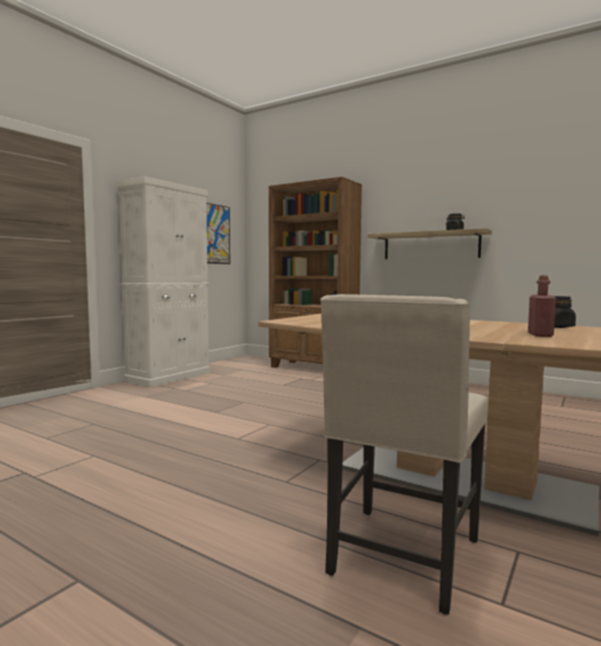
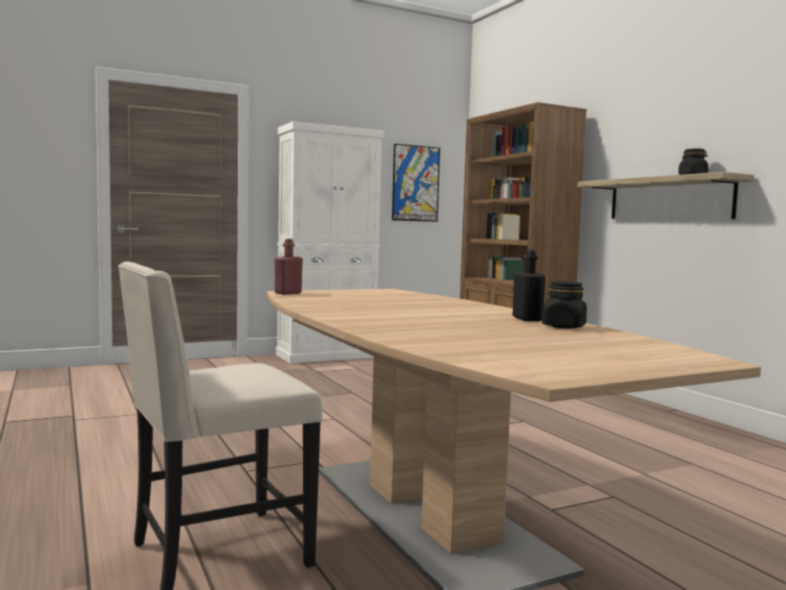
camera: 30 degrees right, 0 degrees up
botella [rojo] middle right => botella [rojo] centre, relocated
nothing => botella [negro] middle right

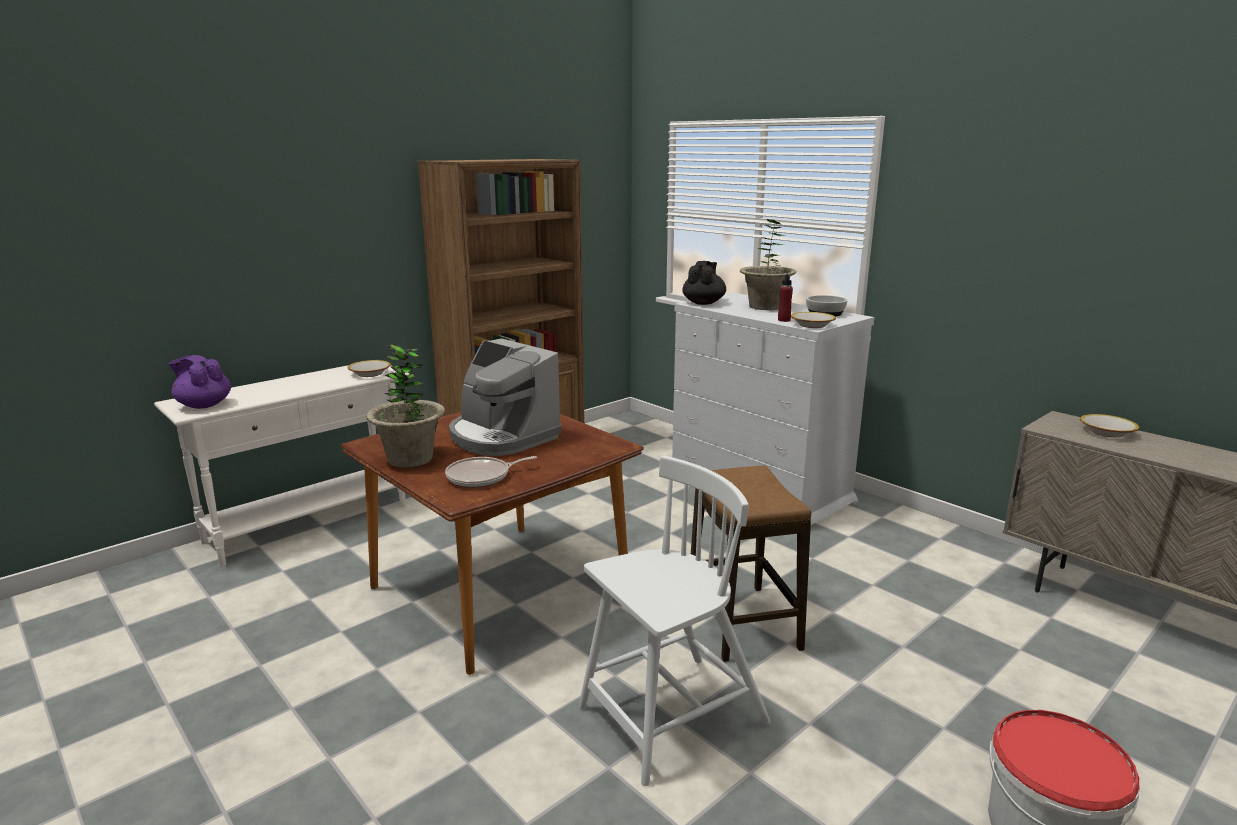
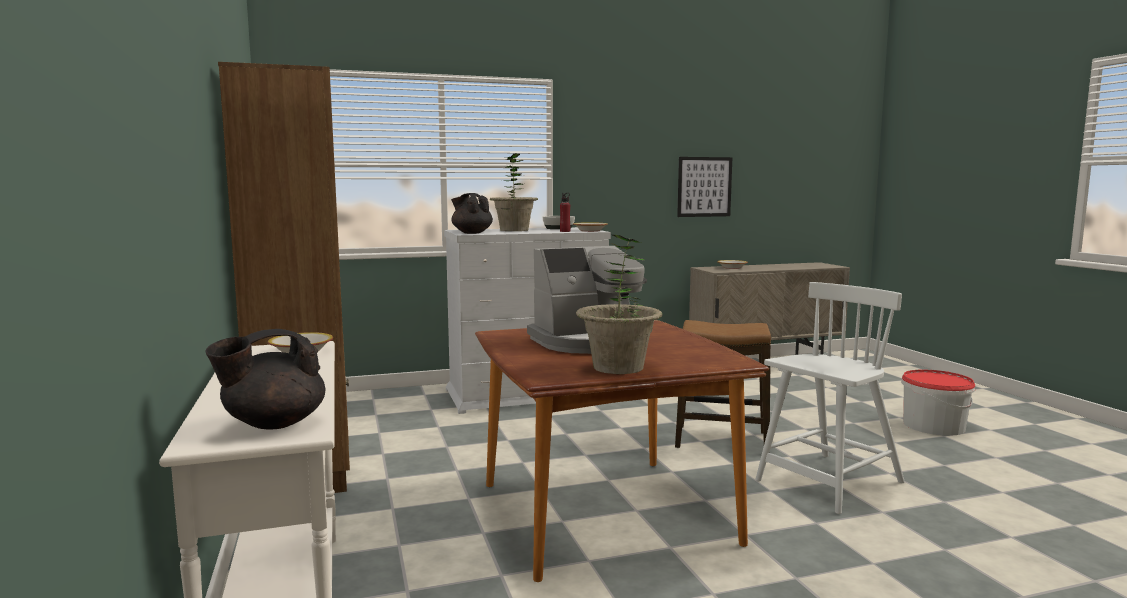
camera: 65 degrees left, 10 degrees down
tetera [morado] middle left => tetera [negro] (no. 1 from left) middle left
sartén centre => nothing
silla [blanco] bottom centre => silla [blanco] middle right, 60 degrees clockwise
nothing => cuadro top centre

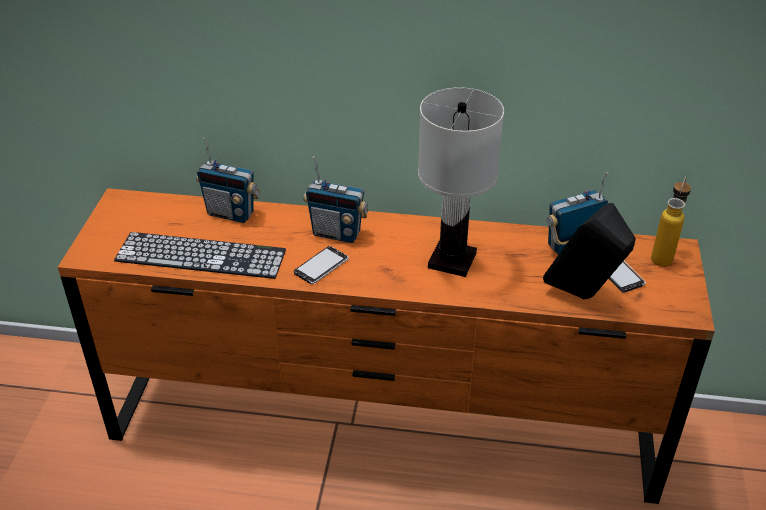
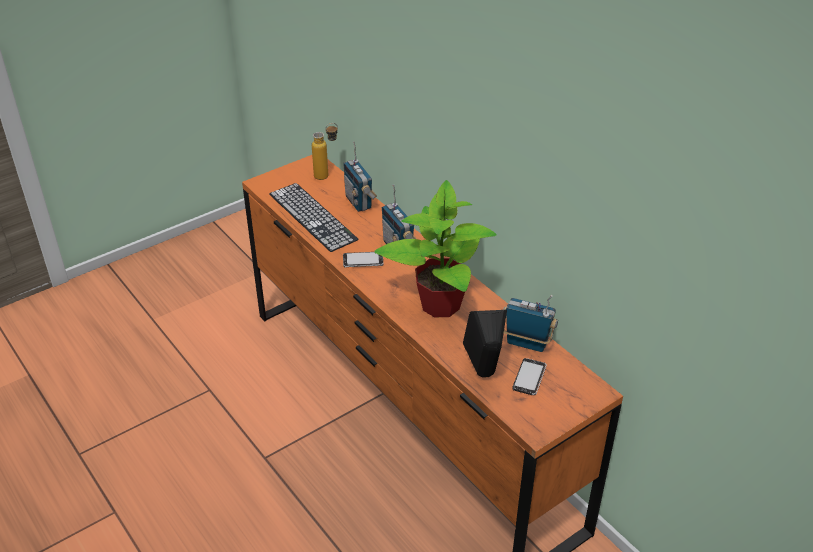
camera: 45 degrees right, 0 degrees up
lámpara de mesa [blanco] centre => planta en maceta centre
botella middle right => botella top centre, relocated

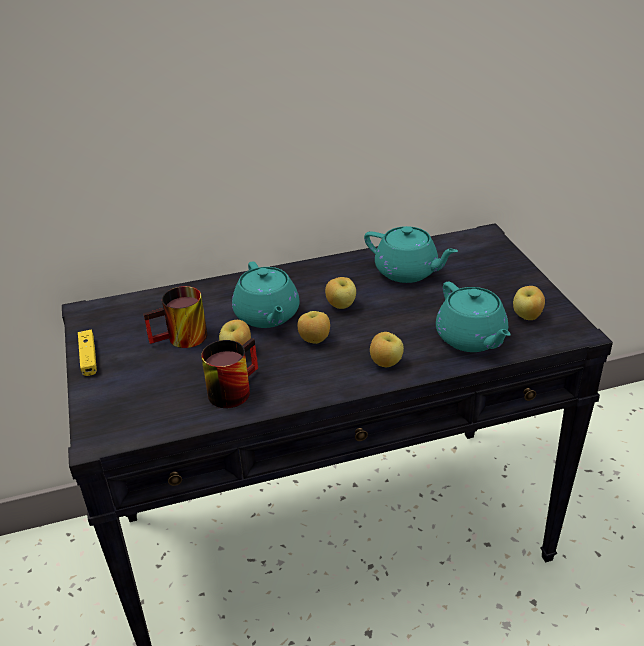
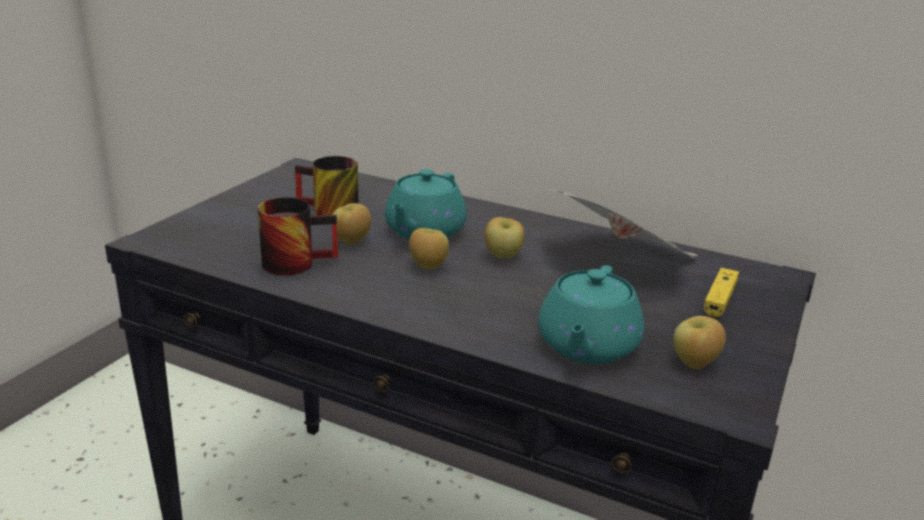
camera: 40 degrees right, 10 degrees down
tetera [turquesa] (no. 2 from left) centre => periódico middle right
mando de consola [amarillo] middle left => mando de consola [amarillo] middle right, relocated
manzana (no. 4 from left) centre => nothing

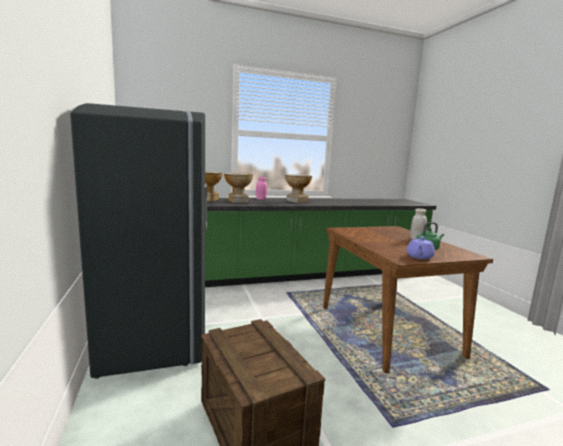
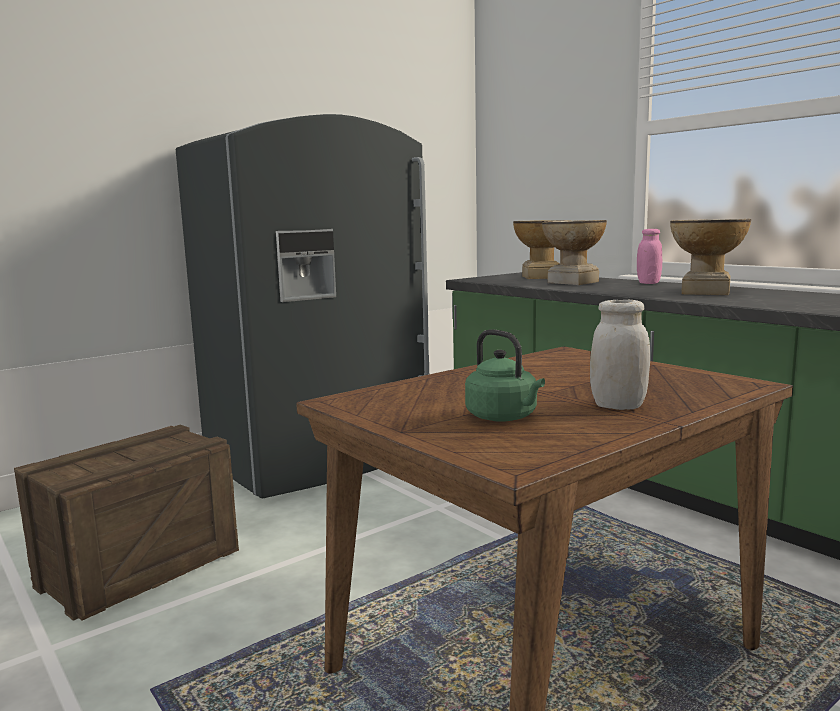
camera: 70 degrees right, 0 degrees up
tetera [morado] middle right => nothing

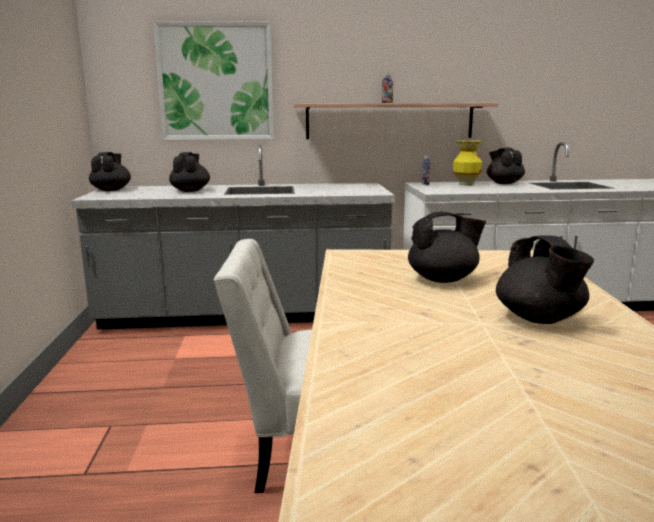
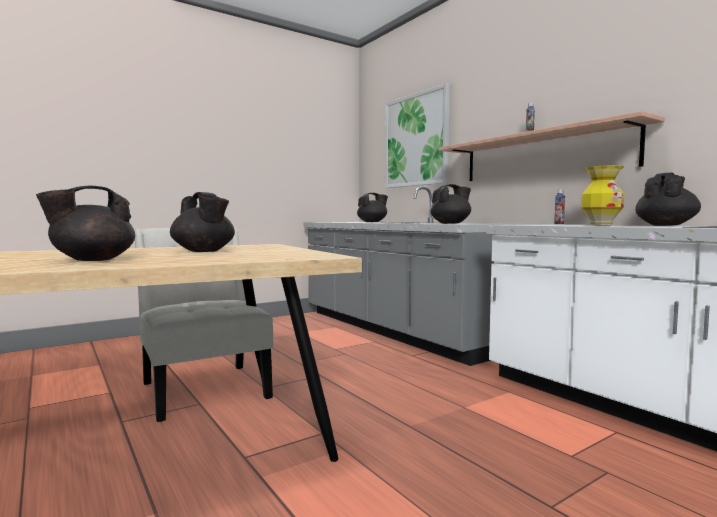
camera: 60 degrees right, 10 degrees down
tetera [negro] (no. 1 from left in the first image) top left => tetera [negro] (no. 4 from left) centre, relocated

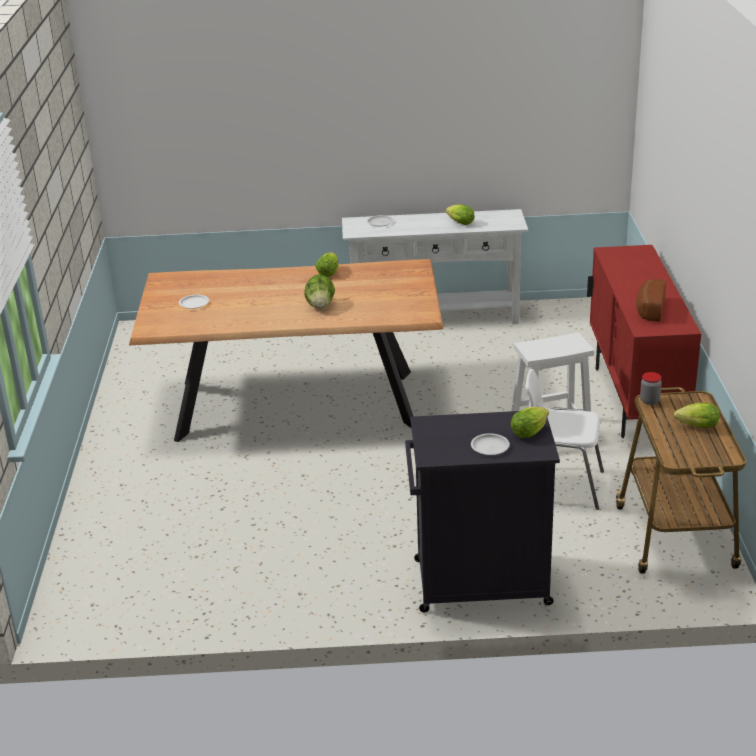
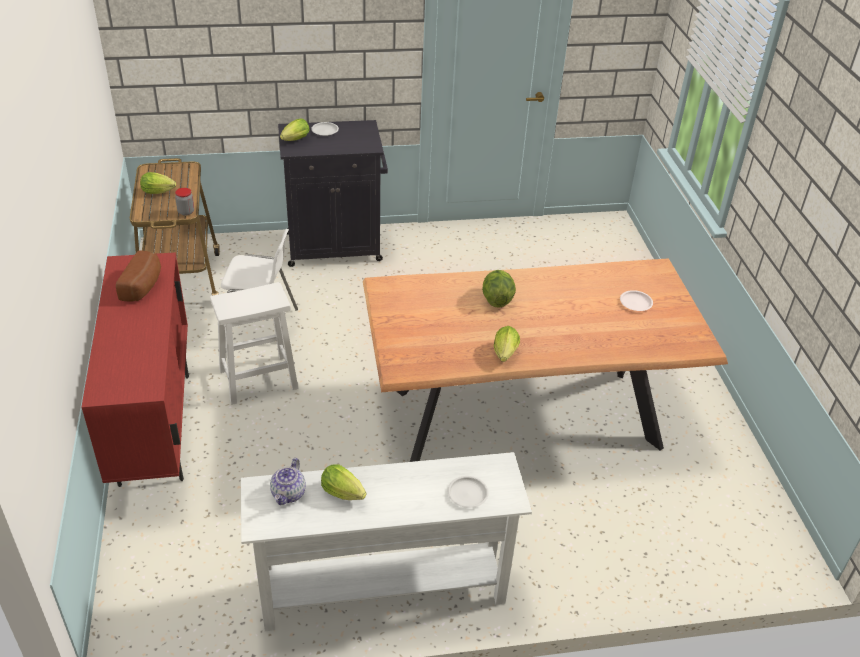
camera: 170 degrees right, 10 degrees up
nothing => tetera bottom centre

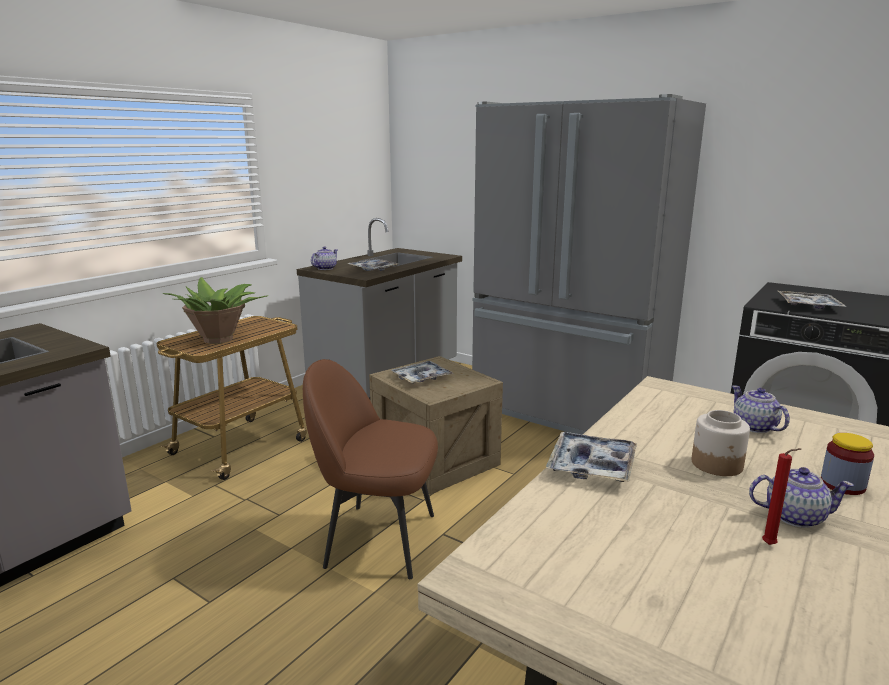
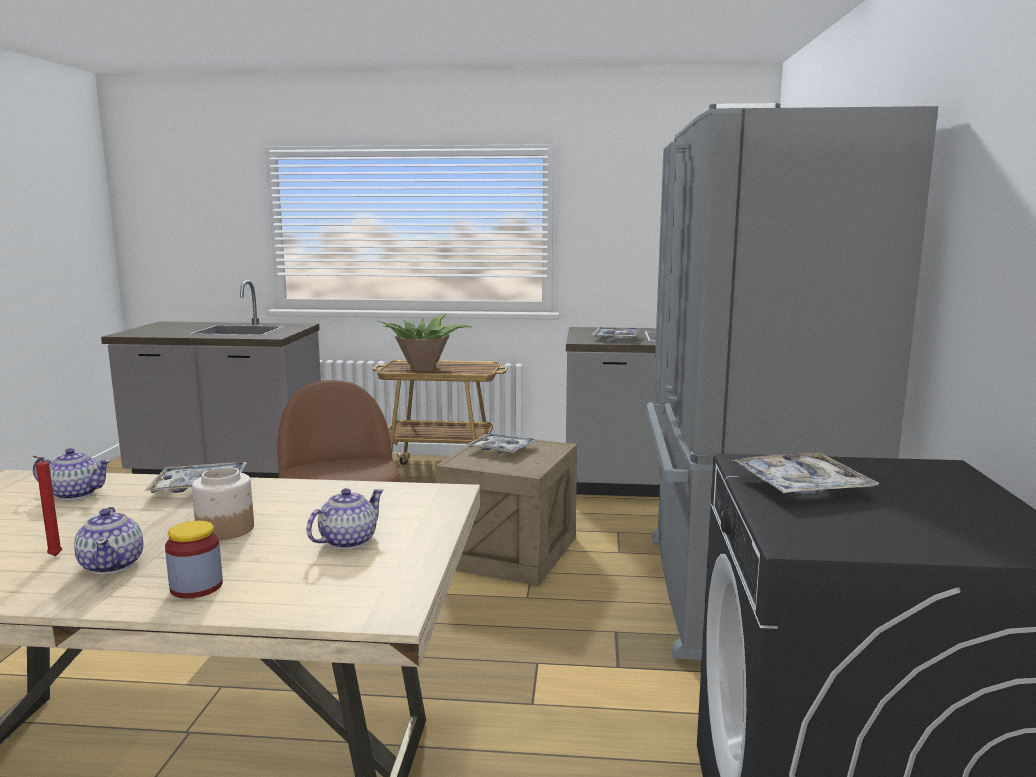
camera: 60 degrees right, 5 degrees down
tetera (no. 1 from left) centre => tetera (no. 1 from left) middle left, relocated

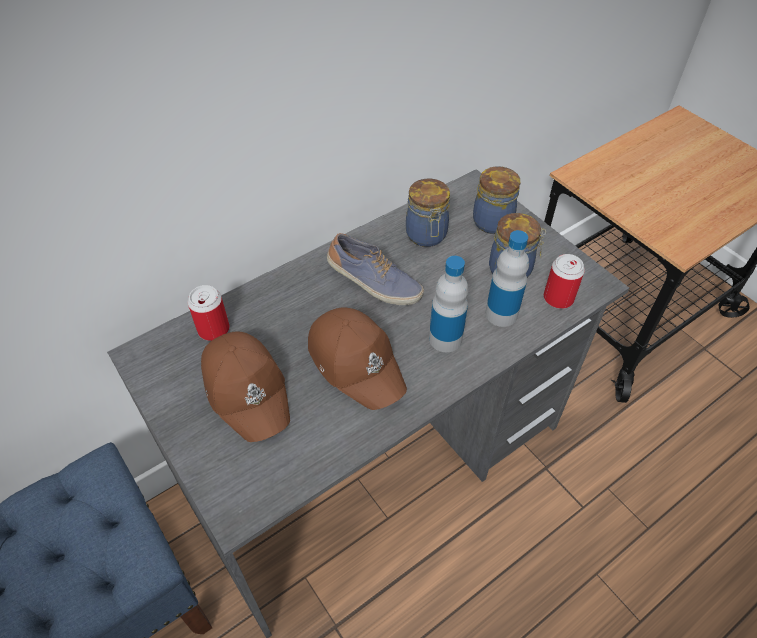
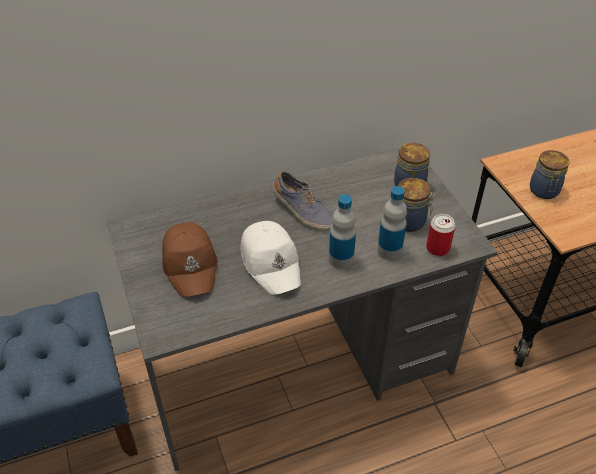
camera: 15 degrees right, 5 degrees down
tarro (no. 1 from left in the first image) top centre => tarro (no. 3 from left) middle right, relocated
lata (no. 1 from left) middle left => nothing
gorra [marrón] (no. 2 from left) centre => gorra [blanco] centre

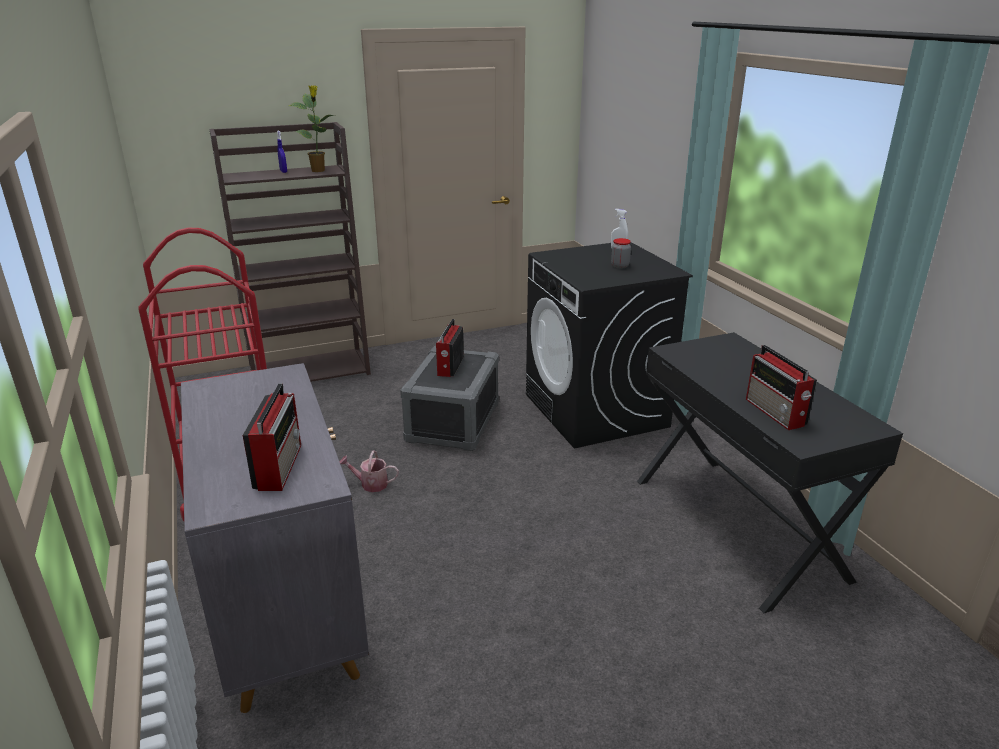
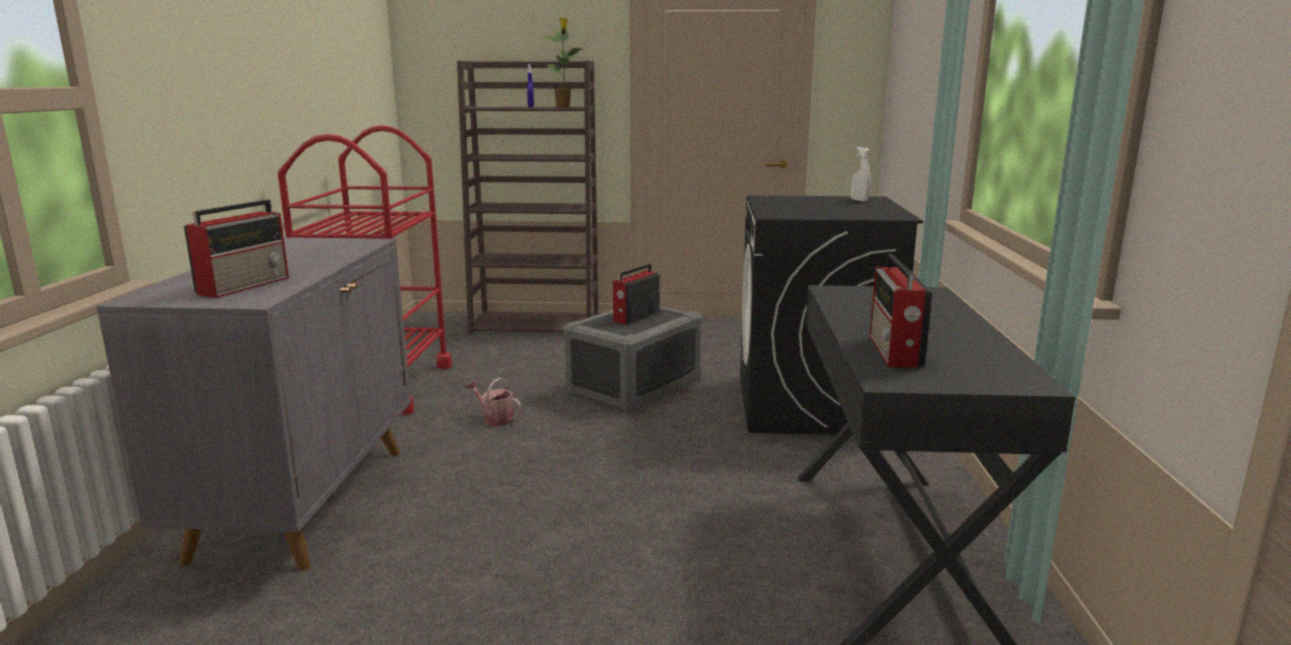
camera: 25 degrees right, 10 degrees down
tarro centre => nothing

